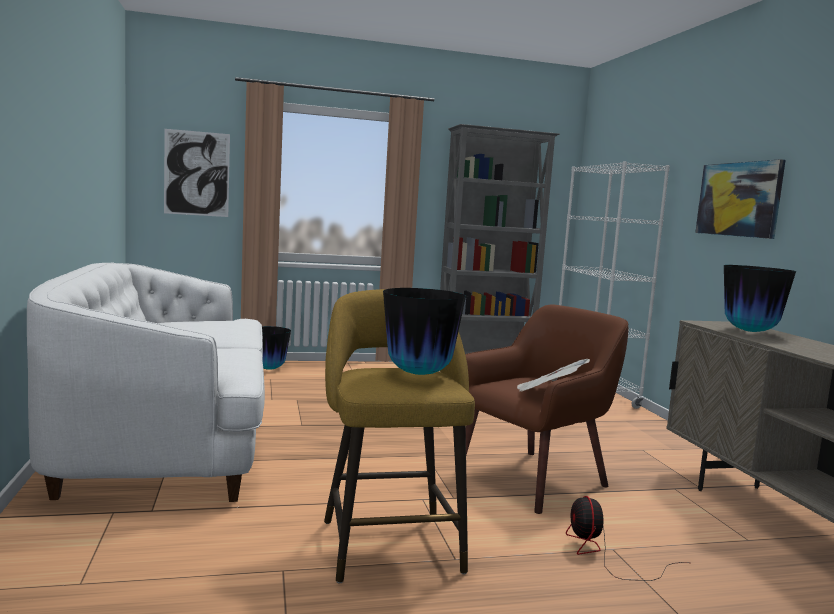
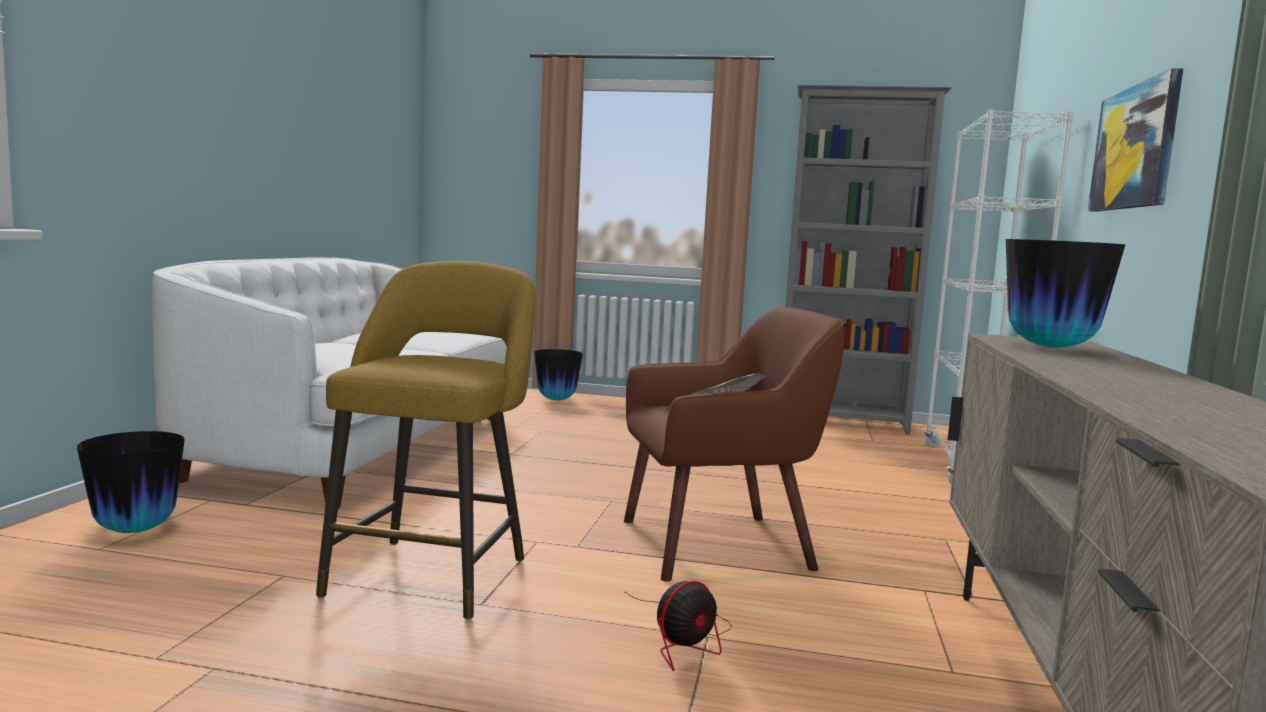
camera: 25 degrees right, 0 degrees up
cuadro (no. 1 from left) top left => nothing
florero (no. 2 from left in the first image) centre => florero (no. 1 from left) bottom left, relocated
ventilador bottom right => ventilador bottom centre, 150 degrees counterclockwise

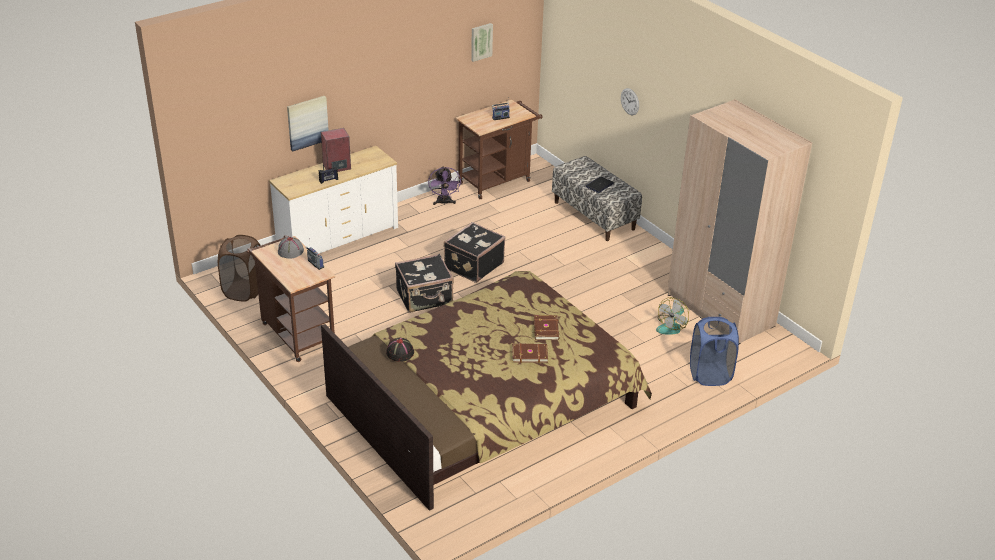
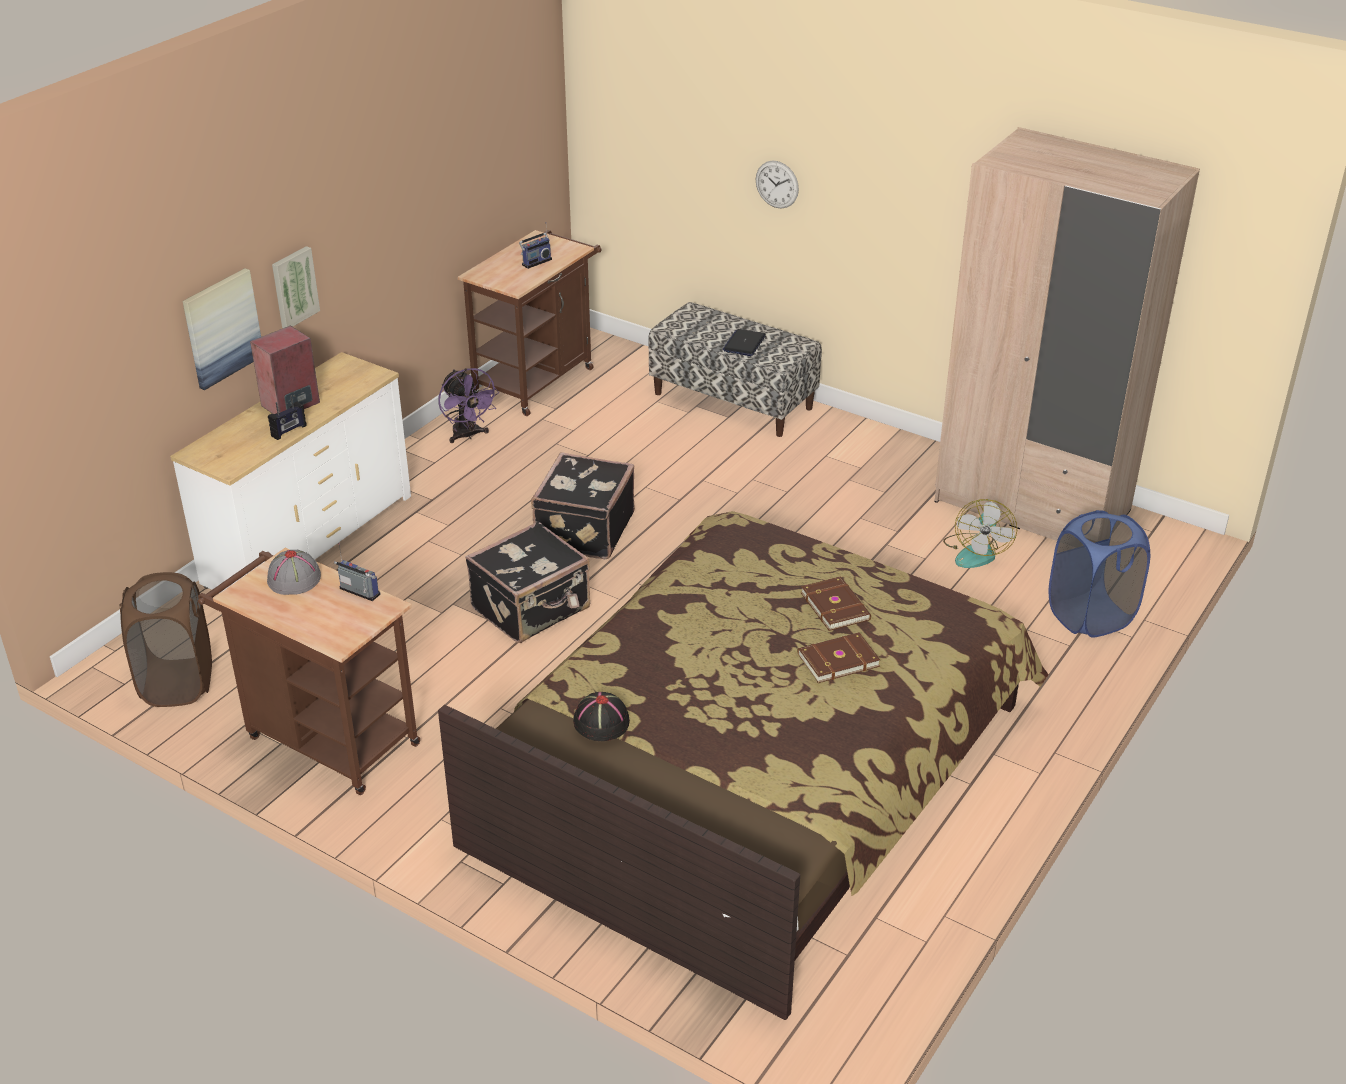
camera: 20 degrees left, 0 degrees up
cuadro (no. 2 from left) top centre => cuadro (no. 2 from left) top left, relocated

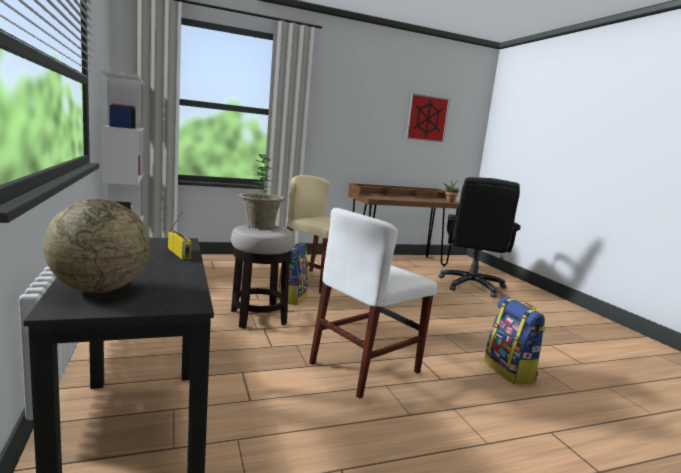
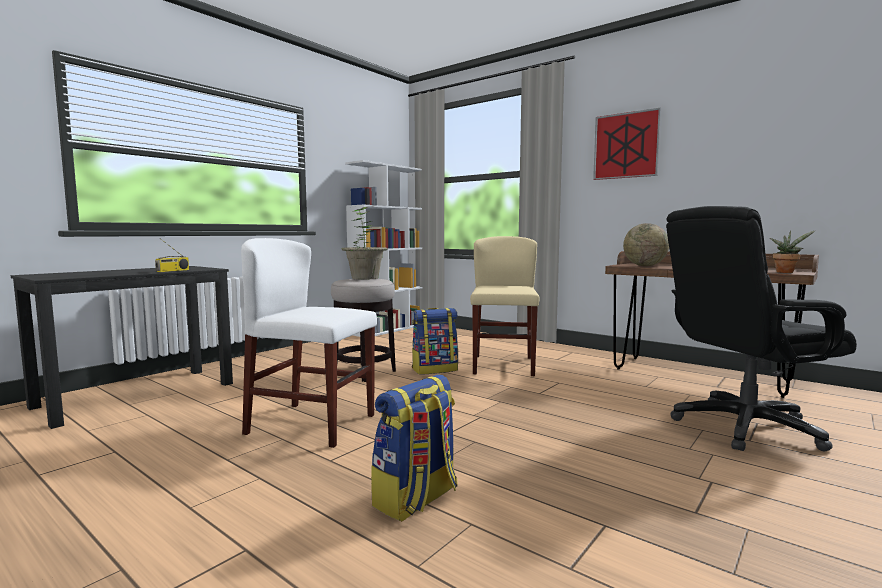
camera: 60 degrees right, 5 degrees down
cuadro top centre => cuadro top right, relocated
globo terráqueo middle left => globo terráqueo middle right, relocated

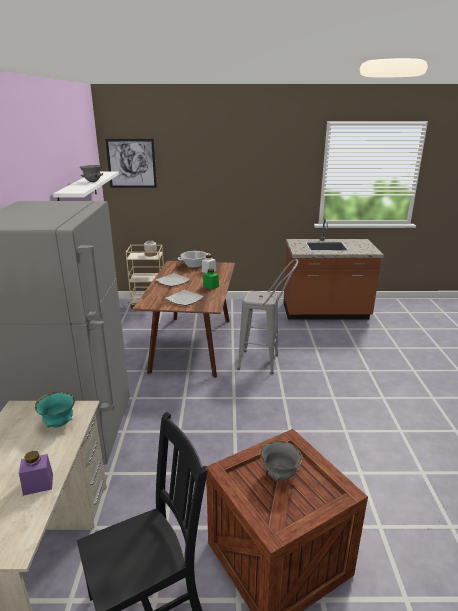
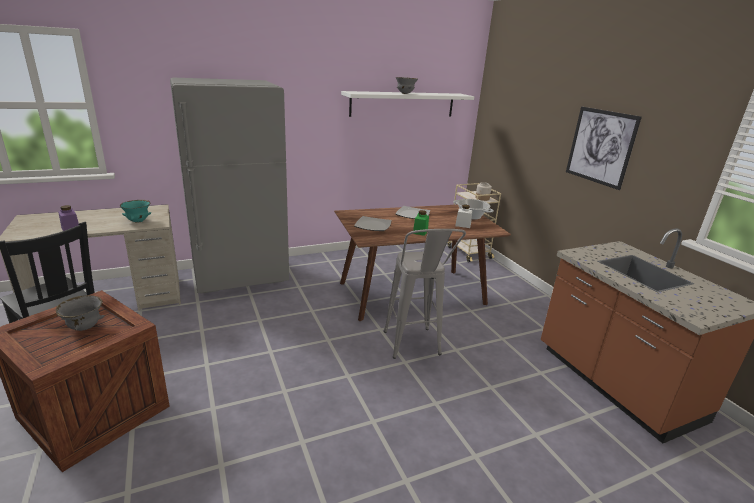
camera: 65 degrees right, 0 degrees up
cuadro top left => cuadro top right, relocated

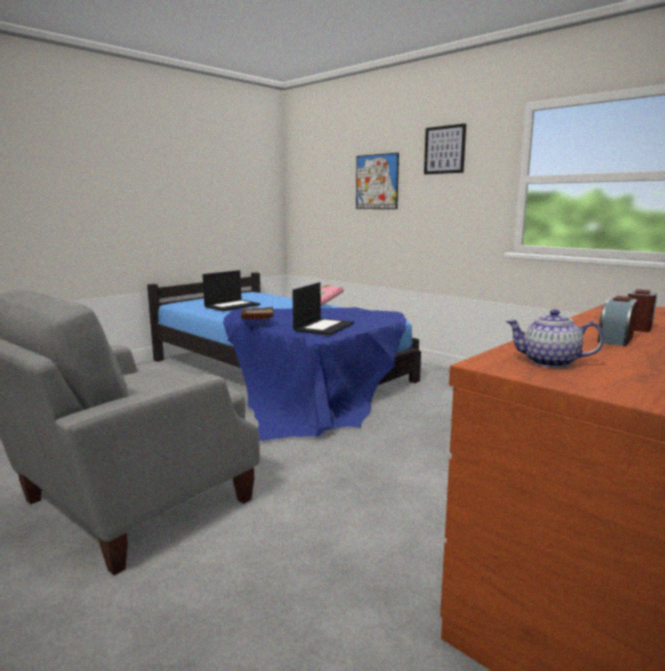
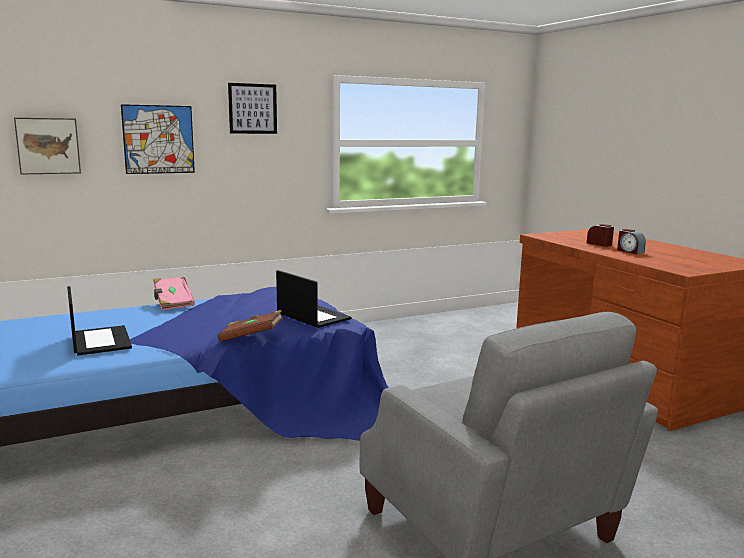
camera: 70 degrees left, 0 degrees up
tetera middle right => nothing
nothing => cuadro (no. 1 from left) top left

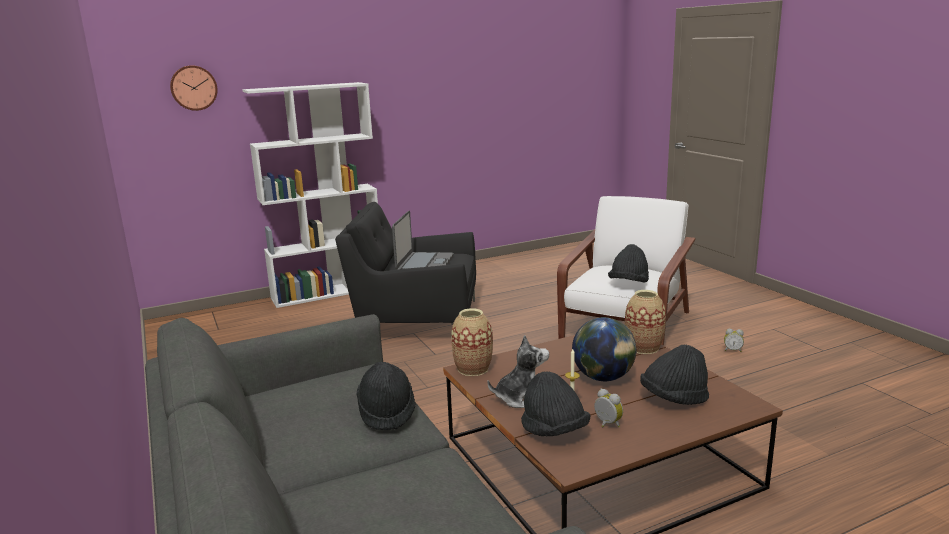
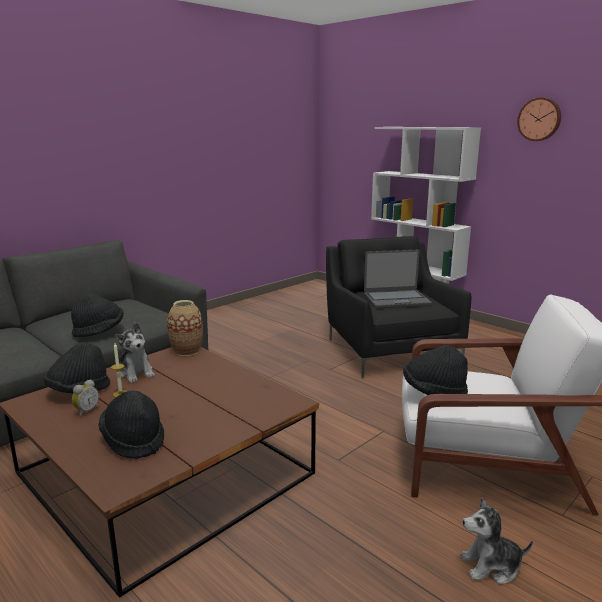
camera: 70 degrees right, 0 degrees up
reloj de pared top left => reloj de pared top right, relocated
florero (no. 2 from left) middle right => nothing
globo terráqueo centre => nothing
despertador (no. 2 from left) middle right => peluche (no. 2 from left) bottom right

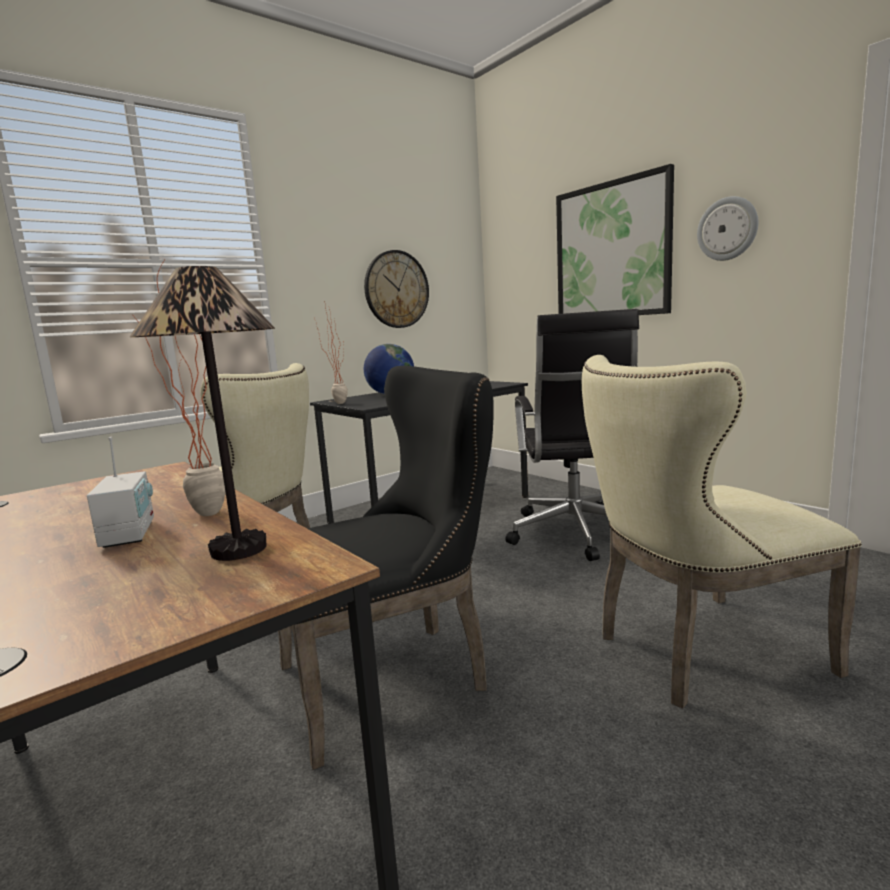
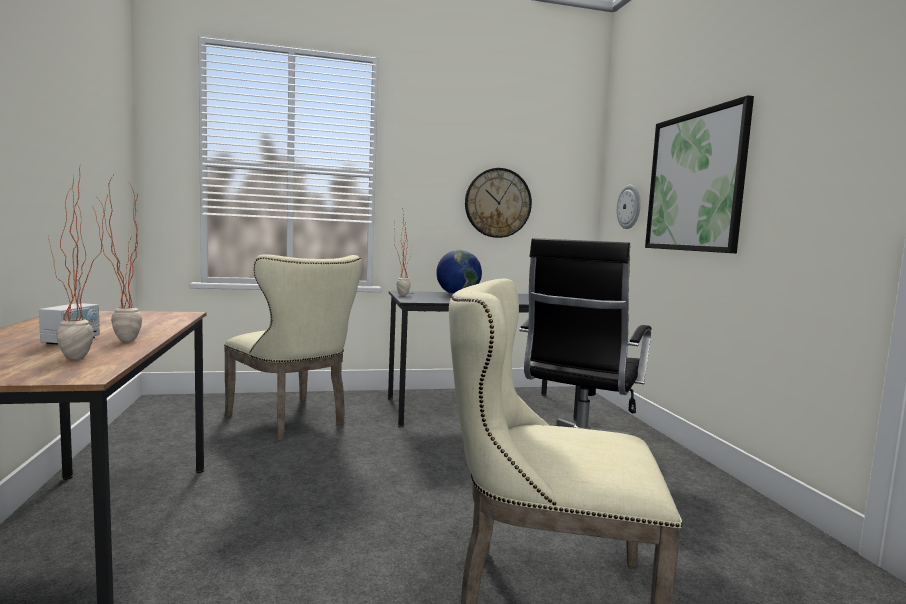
camera: 25 degrees right, 5 degrees down
reloj de pared (no. 2 from left) top right => reloj de pared (no. 2 from left) middle right, relocated
lámpara de mesa middle left => planta en maceta (no. 1 from left) middle left
silla [negro] centre => nothing

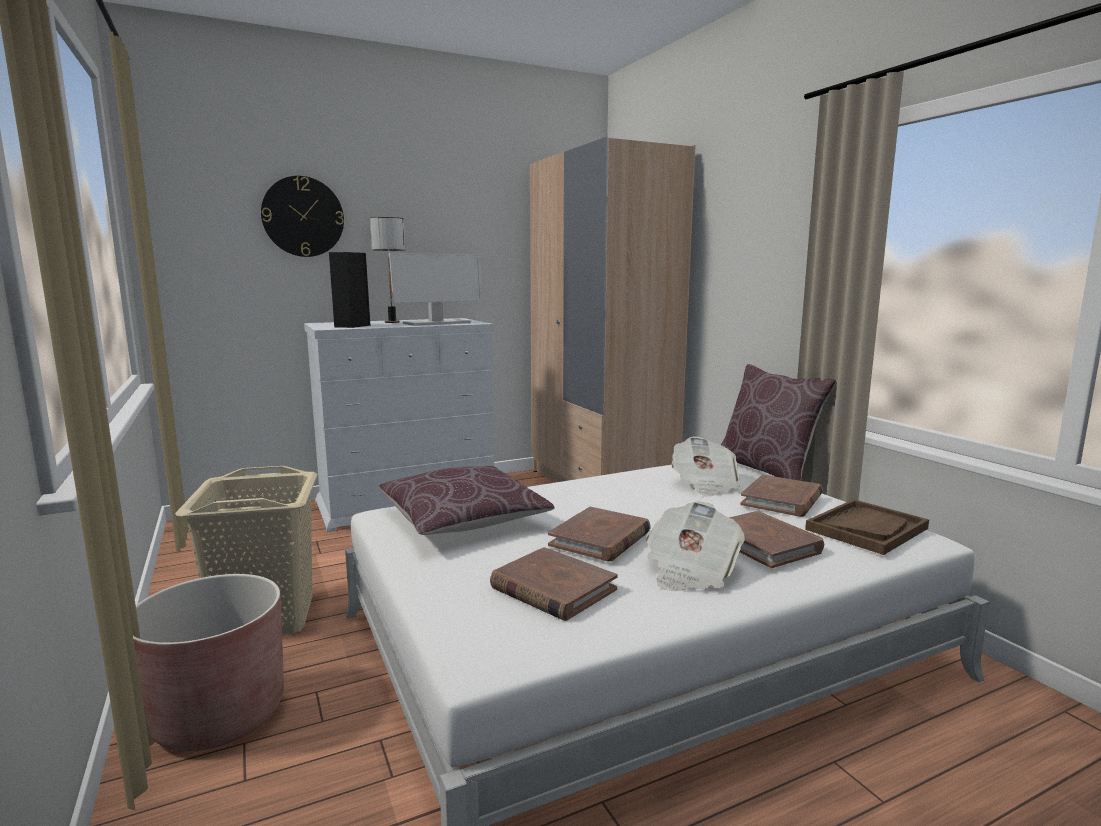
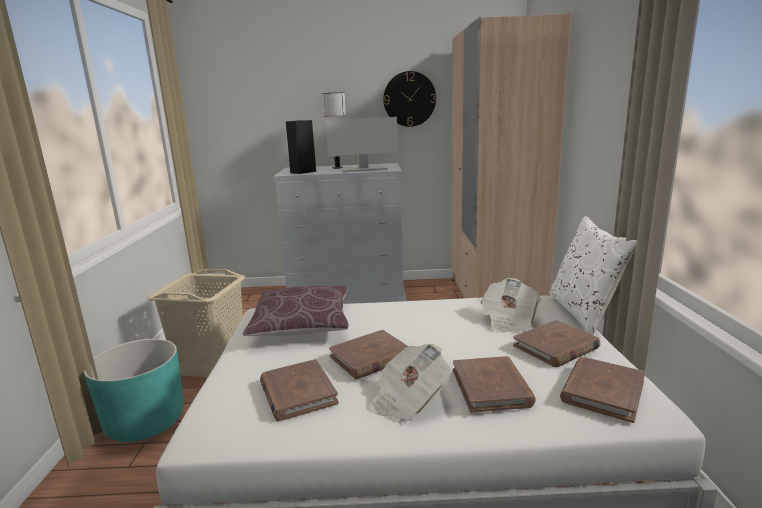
camera: 25 degrees right, 5 degrees up
reloj de pared top left => reloj de pared top centre, relocated
cojín [marrón] (no. 2 from left) middle right => cojín [blanco] middle right
bandeja [marrón] middle right => libro [marrón] (no. 5 from left) bottom right
maceta [marrón] bottom left => maceta [turquesa] bottom left

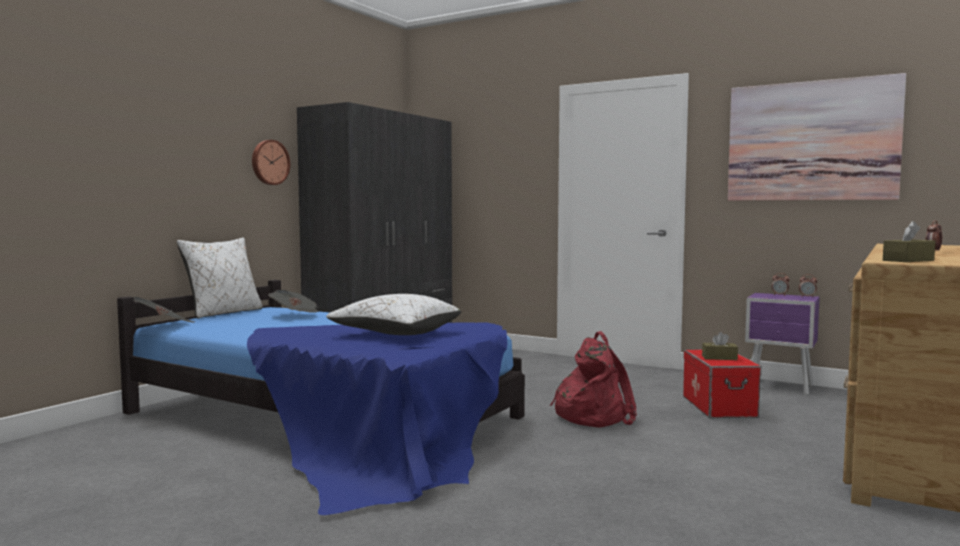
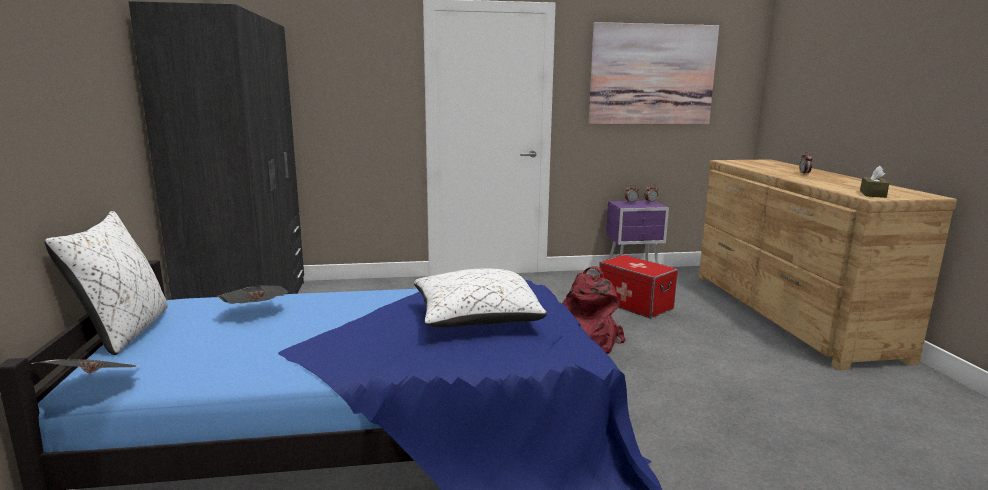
camera: 40 degrees left, 10 degrees up
reloj de pared top left => nothing
caja de pañuelos [marrón] (no. 1 from left) middle right => nothing

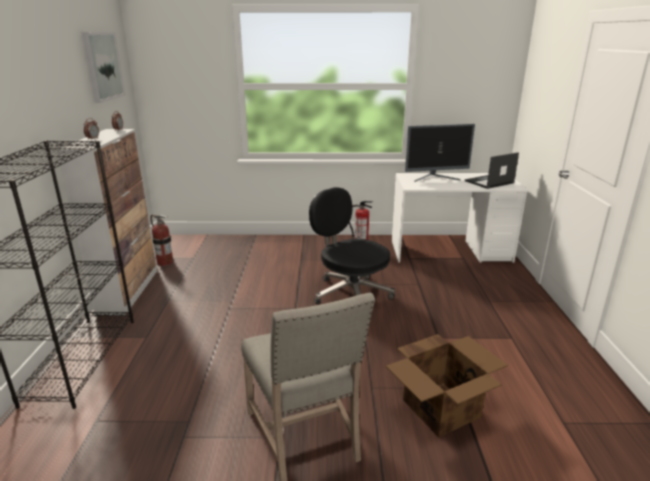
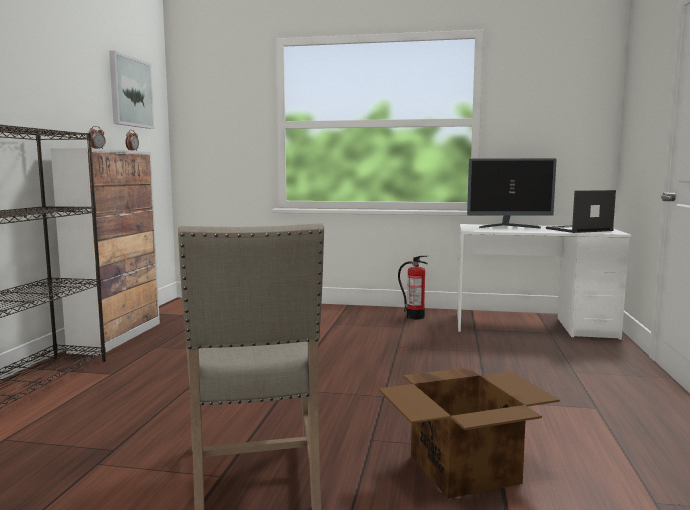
camera: 10 degrees right, 15 degrees down
silla de oficina [negro] centre => nothing
extintor (no. 1 from left) middle left => nothing

